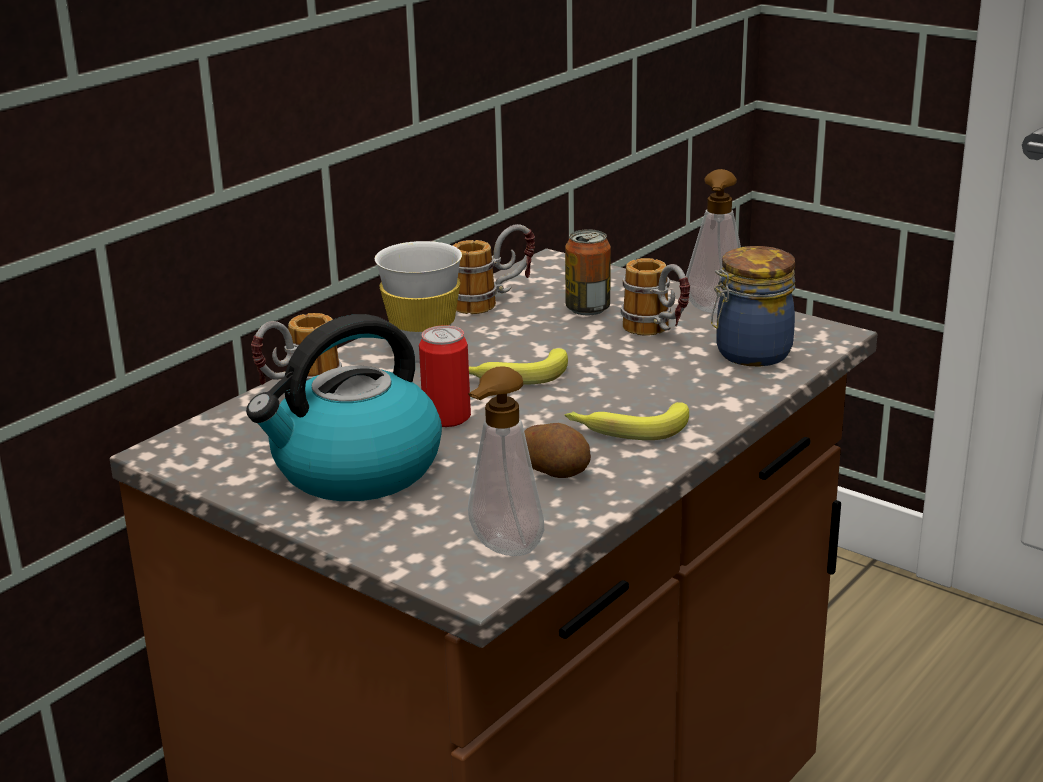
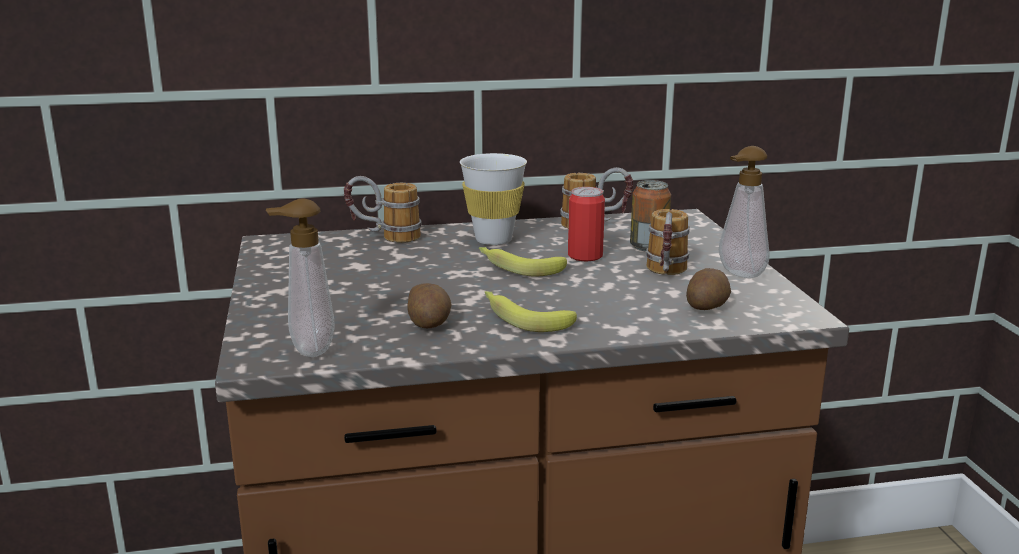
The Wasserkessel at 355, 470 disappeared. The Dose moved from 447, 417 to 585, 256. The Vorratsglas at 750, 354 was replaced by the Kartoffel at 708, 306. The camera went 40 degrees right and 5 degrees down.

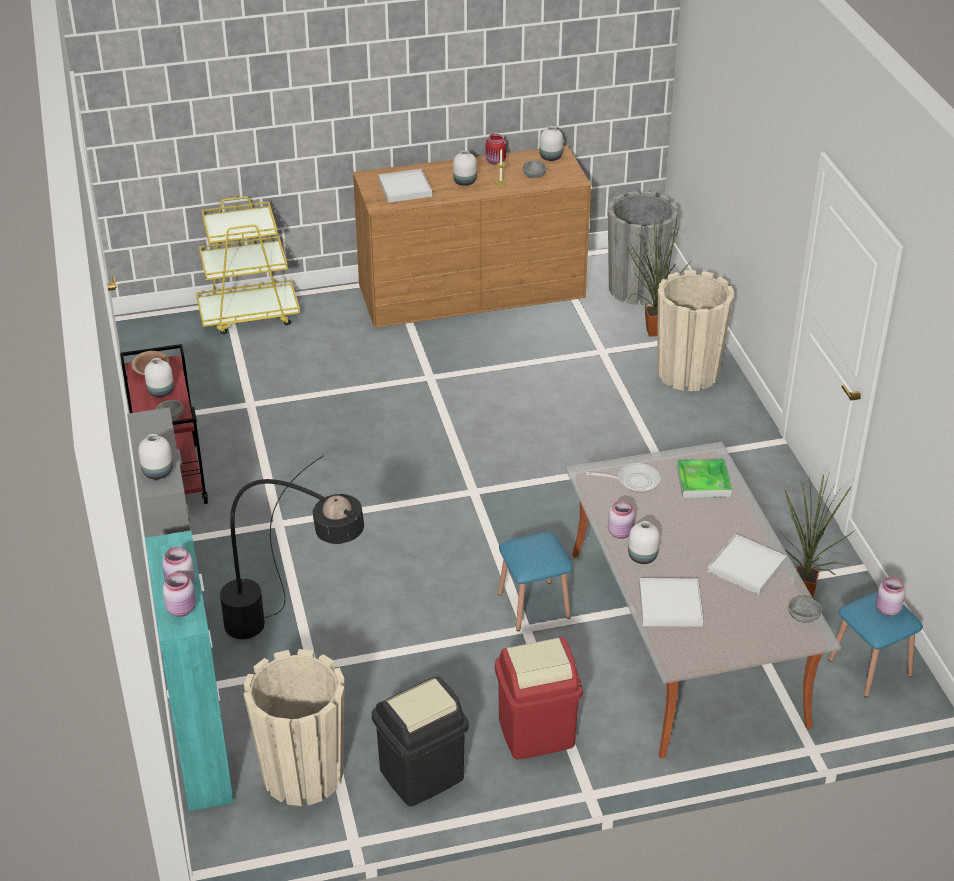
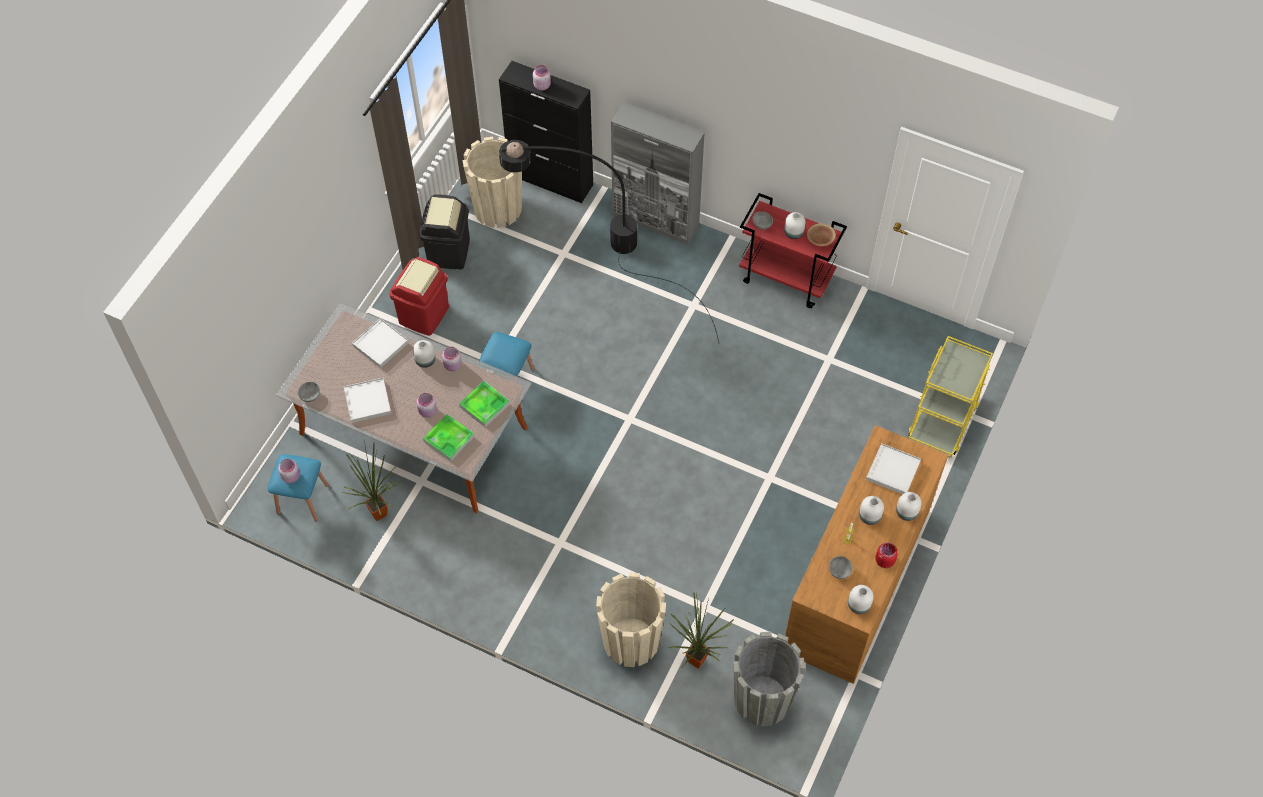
The Vase (weiß) moved from 158, 472 to 906, 513. The Schrank (türkis) at 203, 752 became the Schrank (schwarz) at 551, 180. The Vorratsglas (rosa) moved from 182, 609 to 427, 411. The Pfanne at 634, 481 was replaced by the Tablett at 484, 405. The camera went 130 degrees right and 20 degrees up.

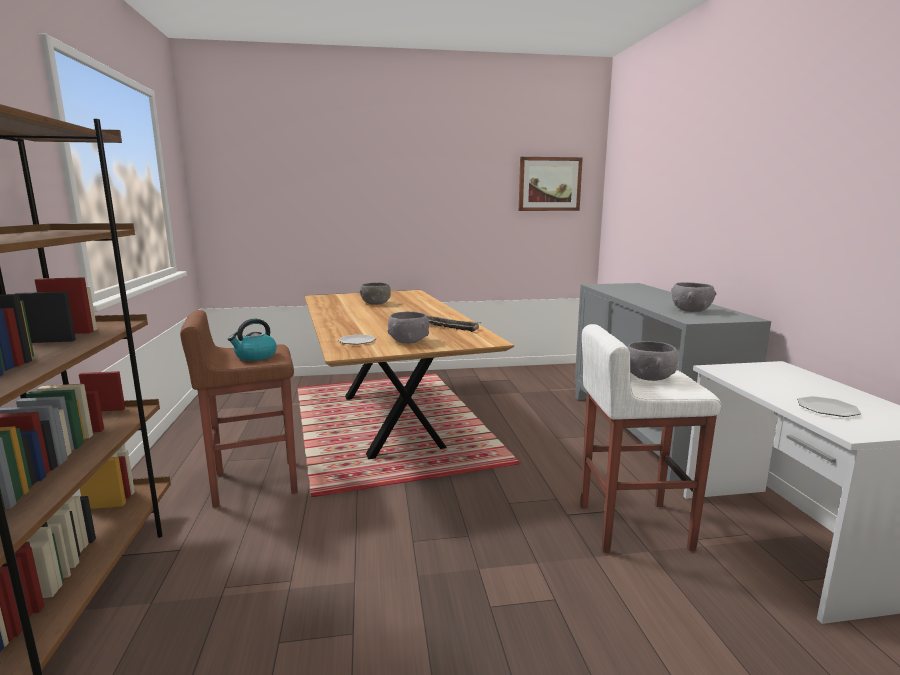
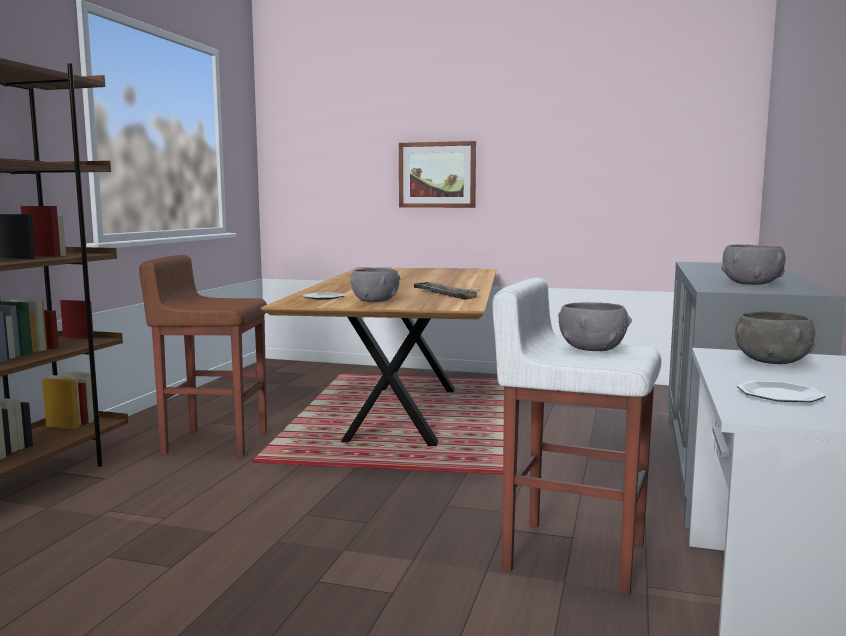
The Wasserkessel at 255, 356 disappeared. The Schüssel (grau) moved from 375, 303 to 771, 361. The Bild moved from 549, 184 to 437, 175. The camera went 25 degrees right and 5 degrees down.

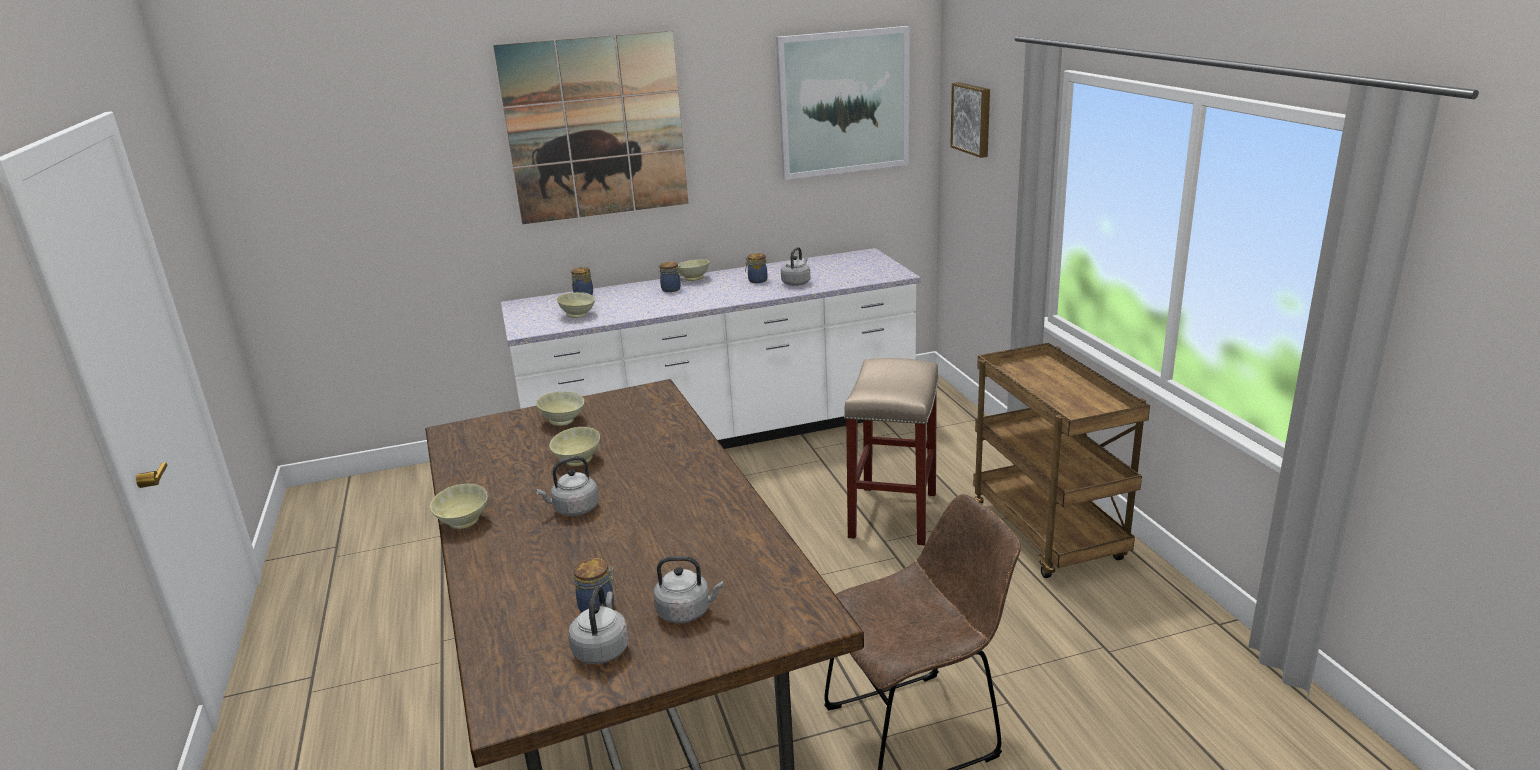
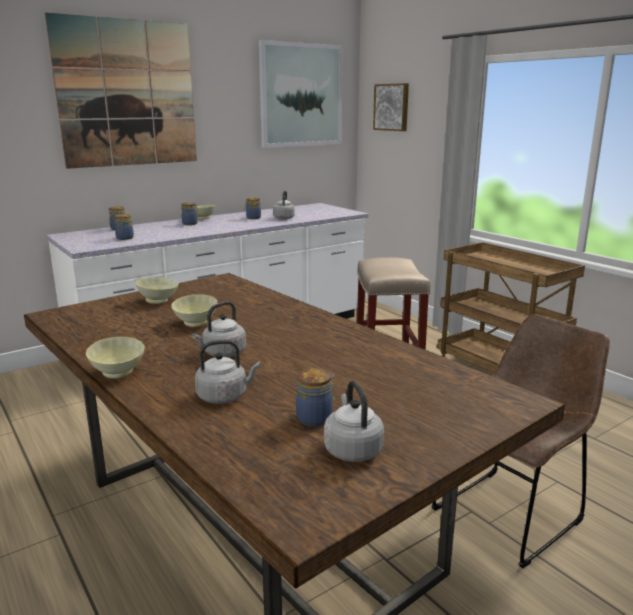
The Schüssel (beige) at 578, 315 was replaced by the Vorratsglas at 124, 238. The Wasserkessel (grau) moved from 687, 612 to 225, 396. The camera went 20 degrees left and 5 degrees down.

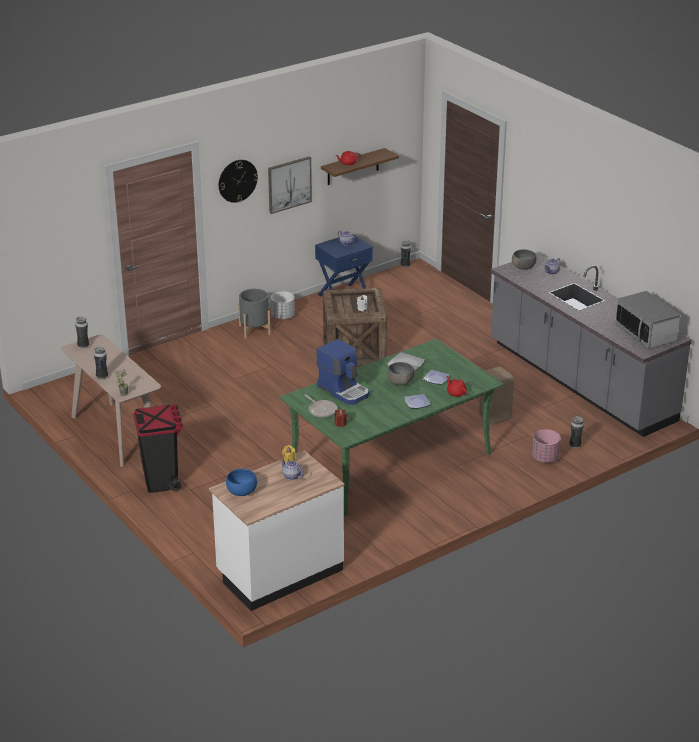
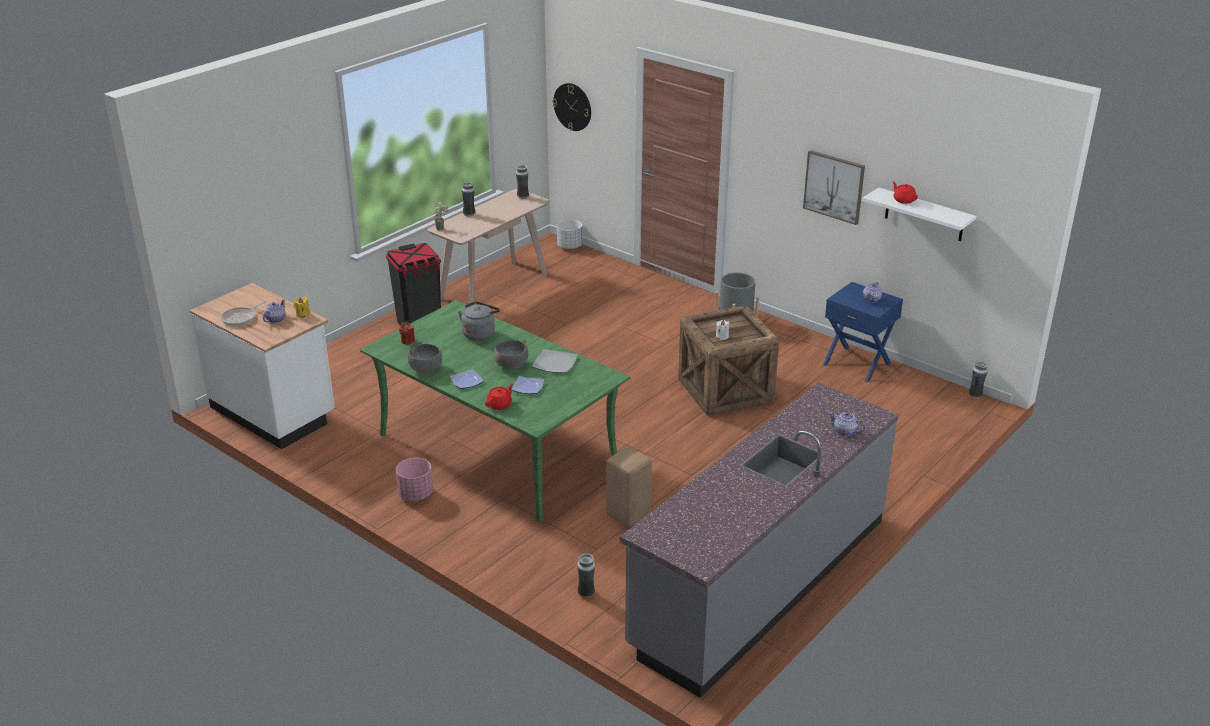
The Wanduhr moved from 237, 180 to 572, 107. The Schüssel (blau) at 242, 491 disappeared. The Pflanzkübel (weiß) moved from 282, 316 to 569, 246. The Pfanne moved from 321, 410 to 240, 318. The Kaffeemaschine at 344, 390 was replaced by the Wasserkessel (grau) at 479, 333. The Wandregal (braun) at 353, 167 became the Wandregal (weiß) at 924, 215. The Schüssel (grau) moved from 523, 267 to 426, 369. The Pflanzkübel (rosa) moved from 545, 458 to 415, 494. The Mikrowelle at 646, 334 disappeared. The camera went 75 degrees right and 0 degrees up.

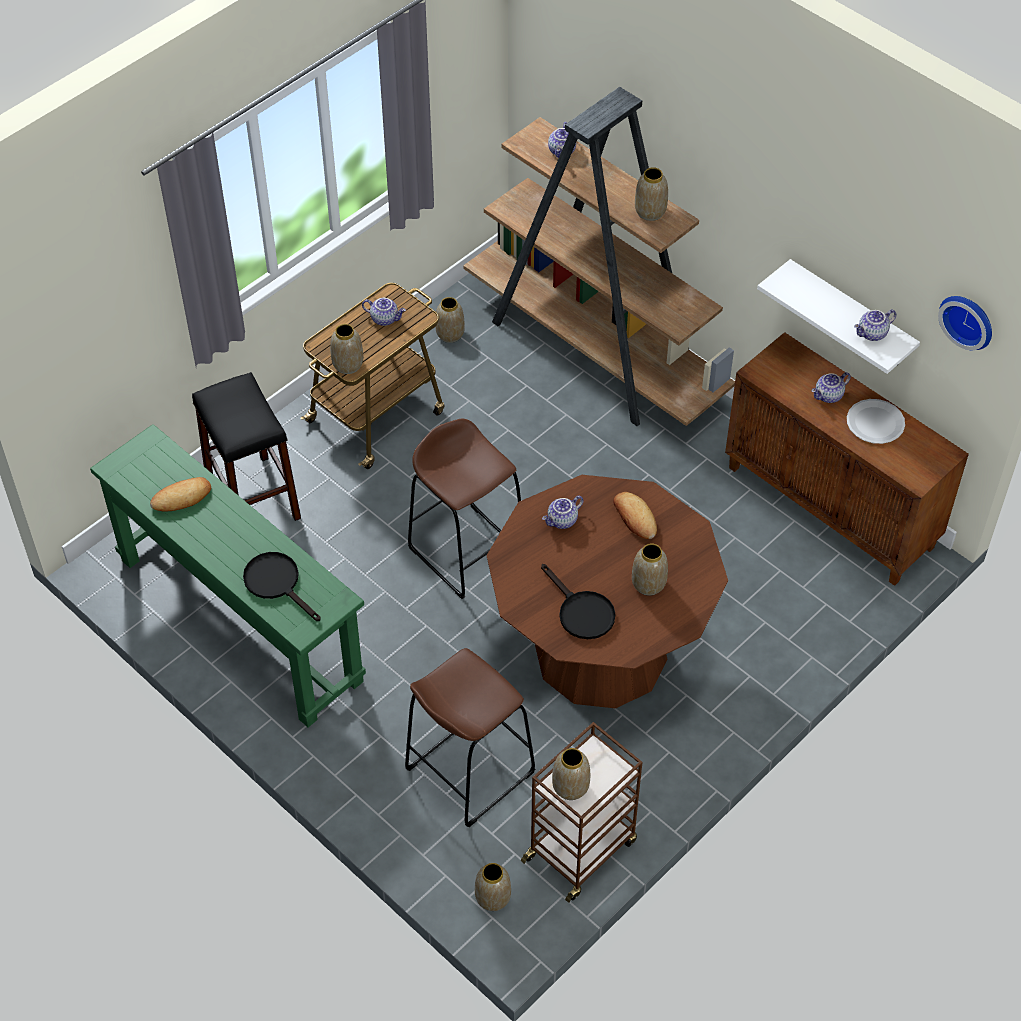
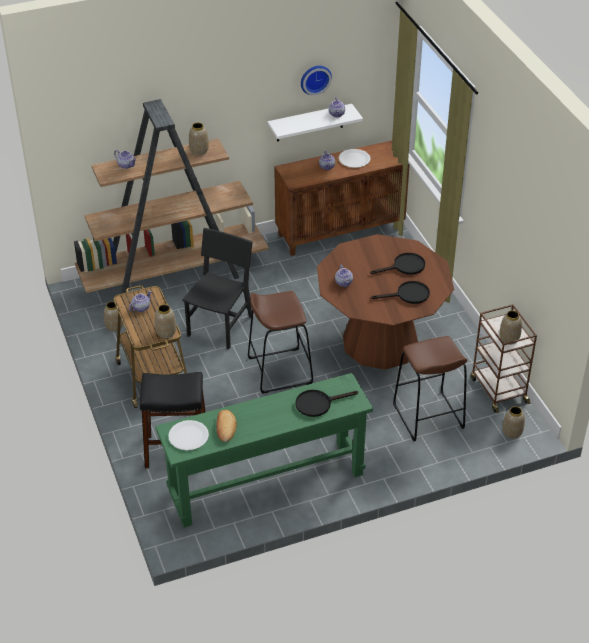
The Brot at 635, 518 disappeared. The Vase at 648, 584 was replaced by the Pfanne (schwarz) at 404, 267. The Wanduhr moved from 968, 320 to 315, 78. The Teller (weiß) at 188, 436 appeared. The Stuhl (schwarz) at 220, 326 appeared. The camera went 65 degrees left and 10 degrees down.

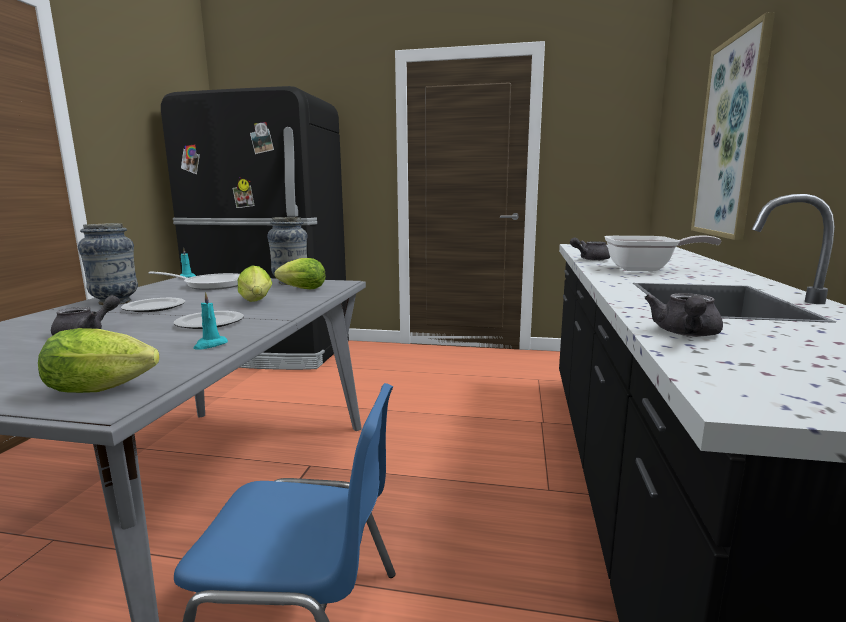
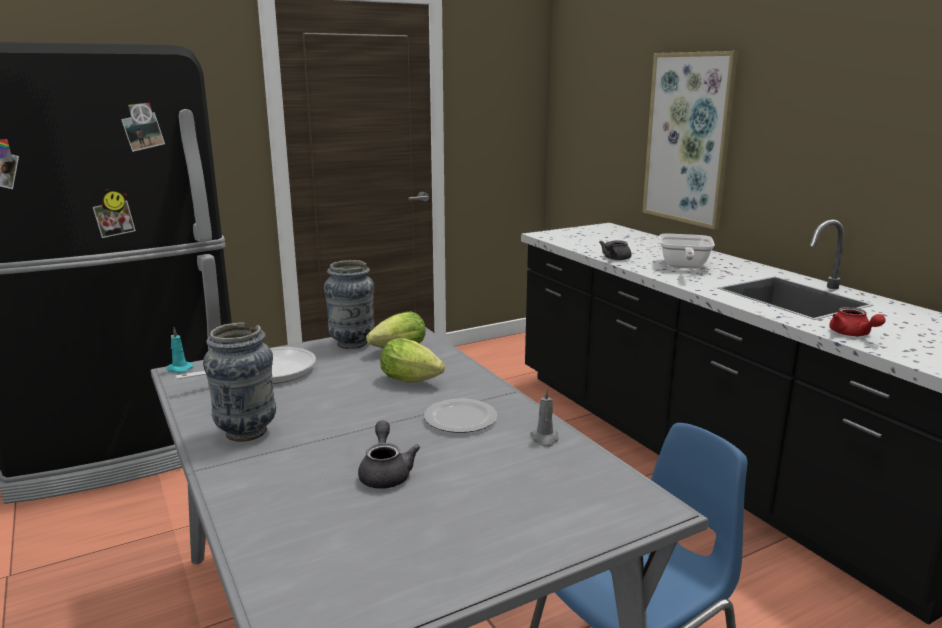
The Salatkopf at 108, 389 disappeared. The Teller at 153, 307 disappeared. The Kerze (türkis) at 210, 345 became the Kerze (grau) at 545, 439. The Pfanne at 646, 269 turned 135 degrees clockwise. The Teekanne (grau) at 685, 334 became the Teekanne (rot) at 852, 334. The camera went 40 degrees left and 5 degrees up.

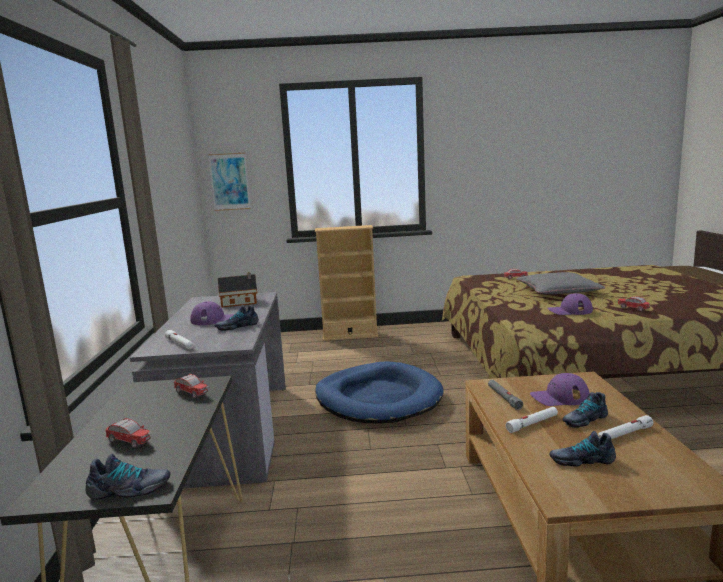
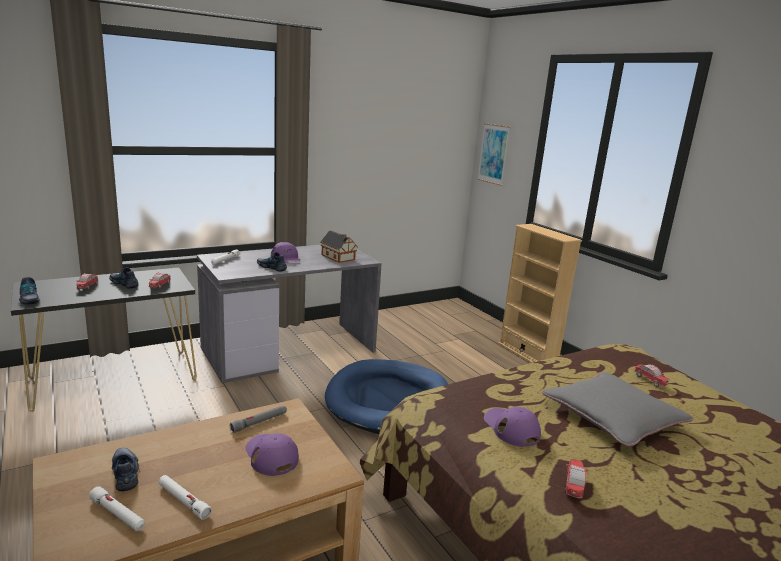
The Taschenlampe (weiß) moved from 532, 423 to 118, 514. The Schuh moved from 584, 419 to 124, 283. The camera went 60 degrees right and 5 degrees up.

